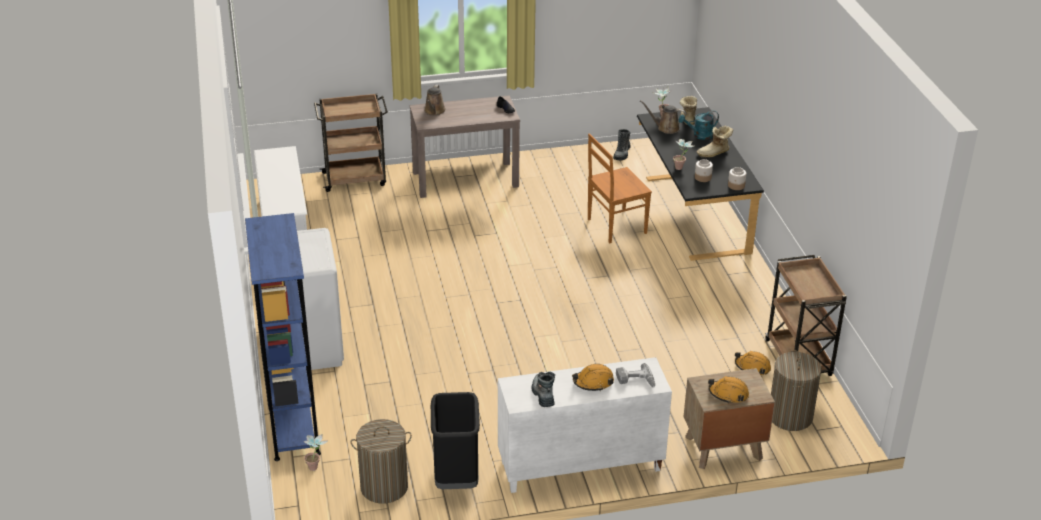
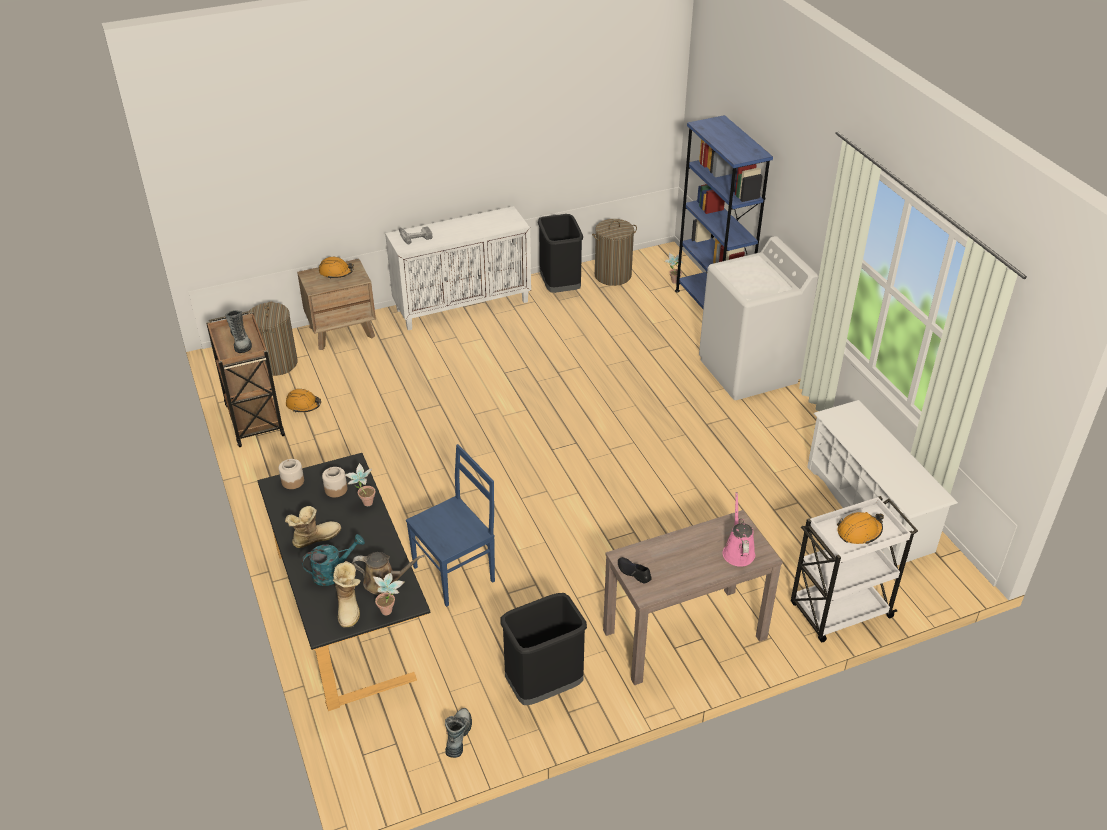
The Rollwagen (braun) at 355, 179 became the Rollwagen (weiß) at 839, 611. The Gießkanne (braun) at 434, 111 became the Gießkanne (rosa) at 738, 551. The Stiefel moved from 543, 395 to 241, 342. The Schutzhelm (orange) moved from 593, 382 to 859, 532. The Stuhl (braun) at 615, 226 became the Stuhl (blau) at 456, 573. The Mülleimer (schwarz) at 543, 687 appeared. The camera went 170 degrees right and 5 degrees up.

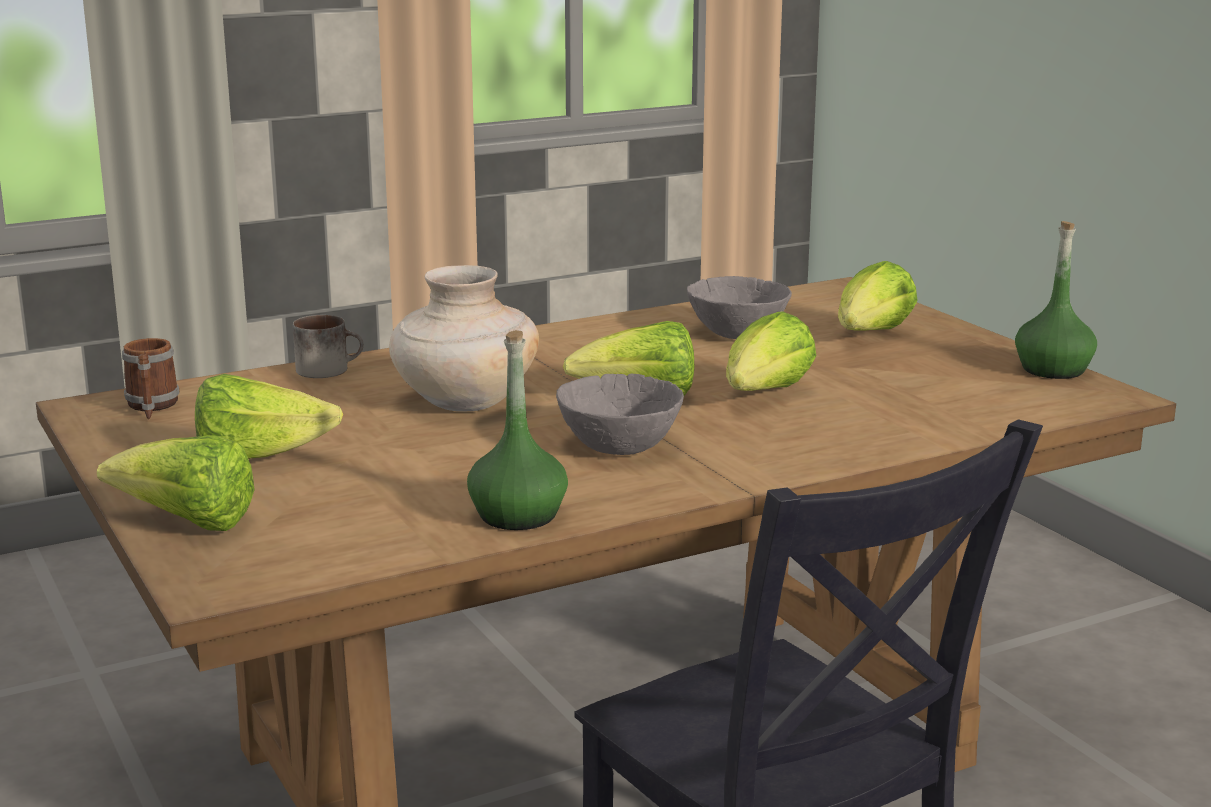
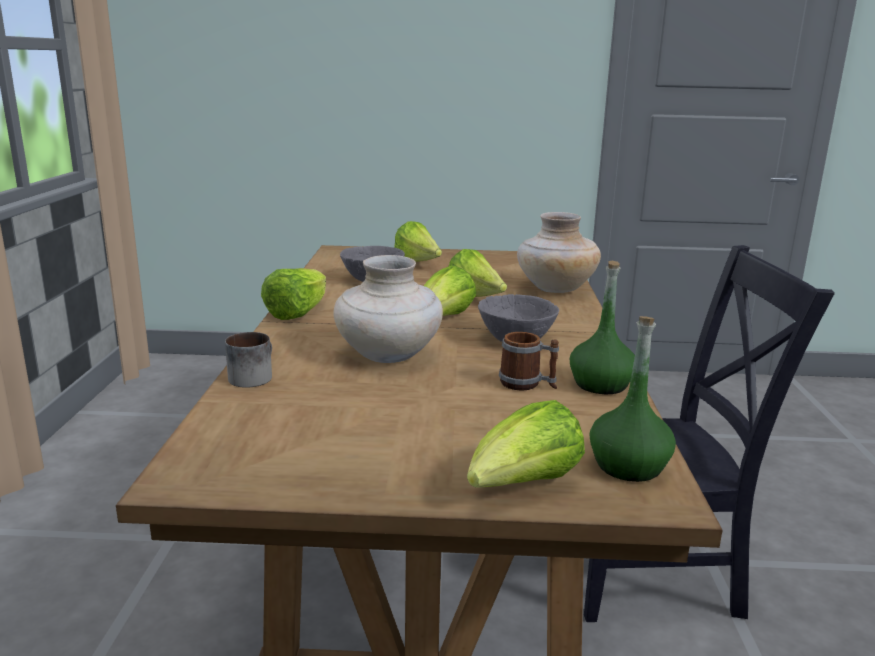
The Henkelbecher moved from 152, 407 to 527, 384. The Salatkopf moved from 259, 458 to 297, 313. The Flasche (grün) moved from 1053, 370 to 628, 466. The Vase (beige) at 555, 289 appeared. The camera went 60 degrees left and 0 degrees up.

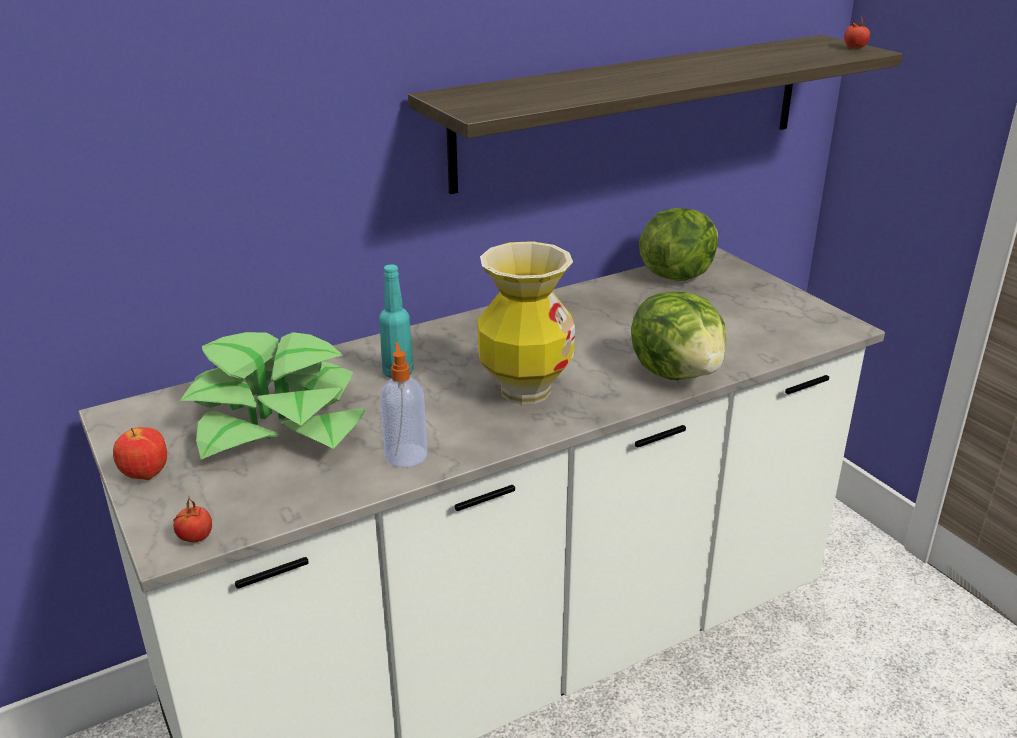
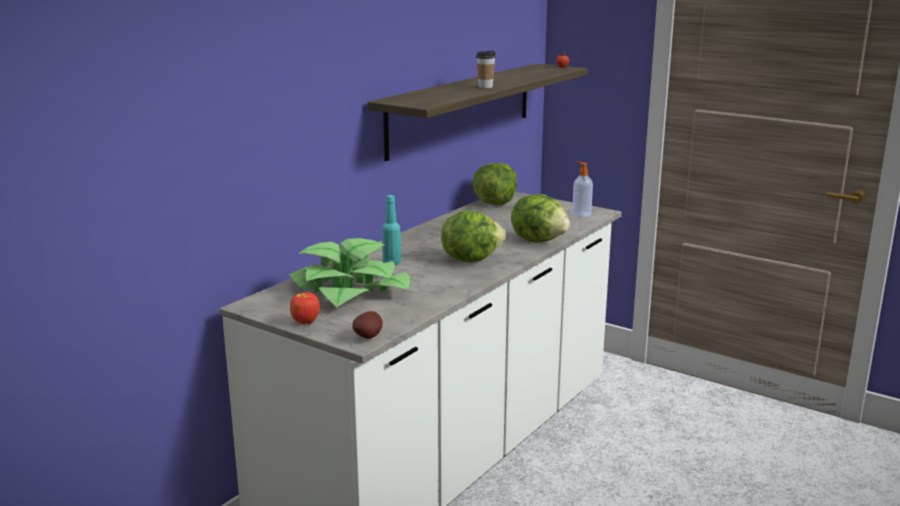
The Tomate at 195, 538 was replaced by the Kartoffel at 369, 337. The Seifenspender moved from 405, 454 to 581, 214. The Vase at 525, 391 was replaced by the Salatkopf at 470, 259. The Tasse at 485, 87 appeared. The camera went 25 degrees left and 10 degrees down.

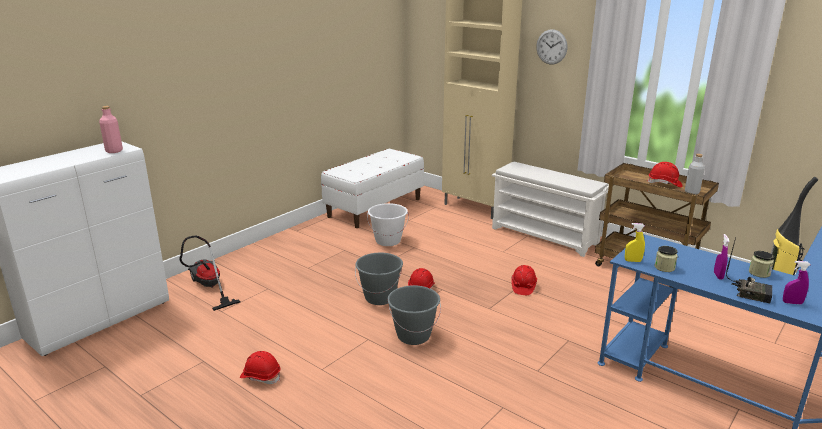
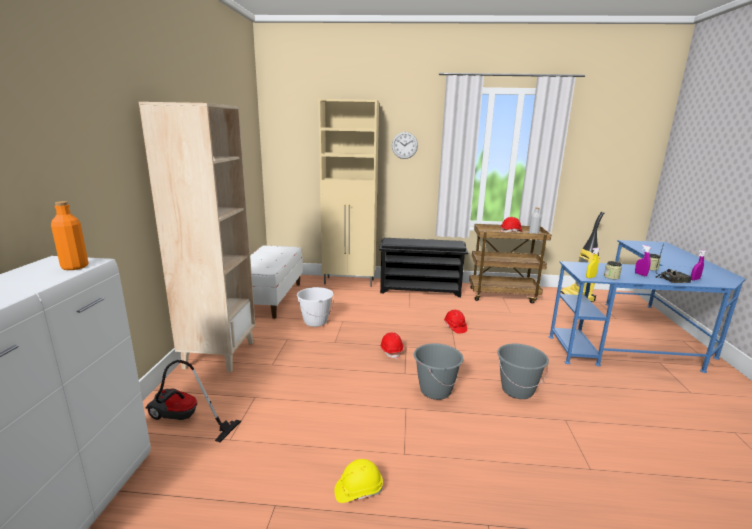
The Flasche (rosa) at 114, 151 became the Flasche (orange) at 75, 267. The Schutzhelm (rot) at 261, 376 became the Schutzhelm (gelb) at 358, 490. The Eimer (grau) moved from 380, 297 to 517, 390. The Schuhregal (weiß) at 545, 236 became the Schuhregal (schwarz) at 421, 290. The Bücherregal (beige) at 219, 354 appeared. The camera went 35 degrees left and 5 degrees down.

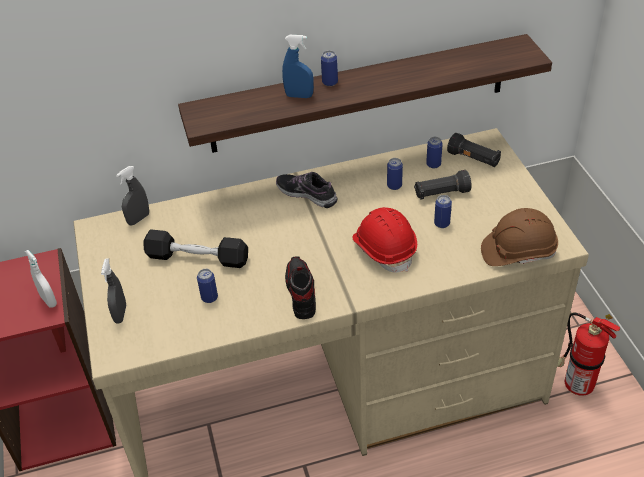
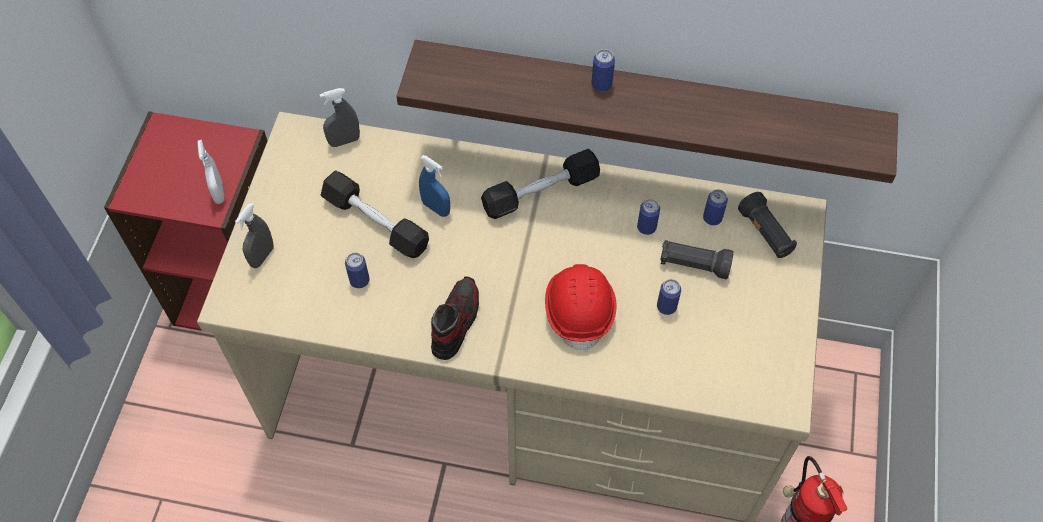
The Schuh at 307, 194 was replaced by the Hantel (schwarz) at 541, 192. The Sprühflasche (blau) moved from 299, 96 to 436, 208. The Schutzhelm (braun) at 518, 251 disappeared. The camera went 25 degrees right and 15 degrees up.

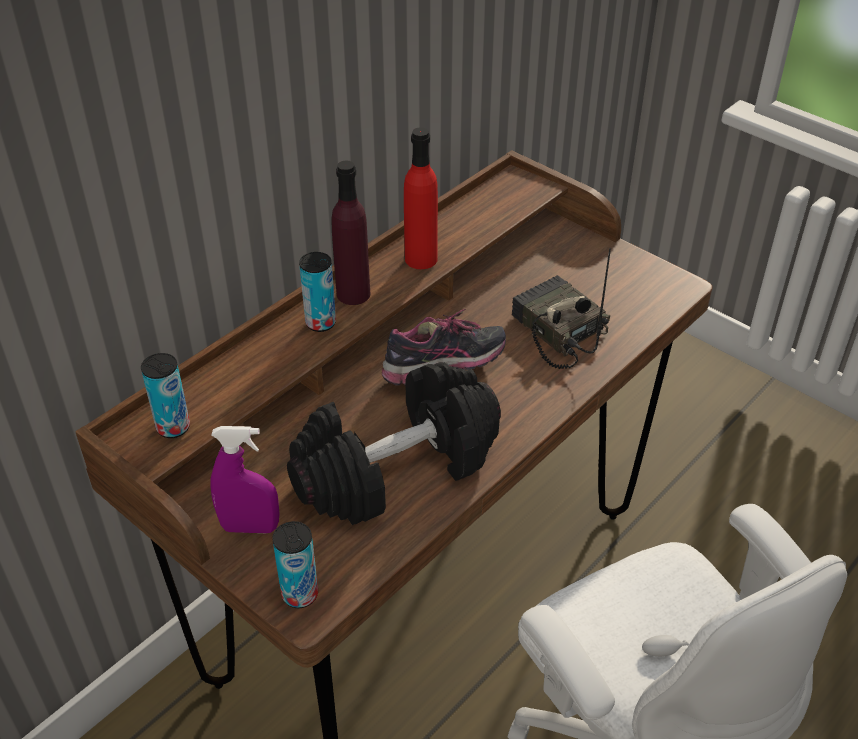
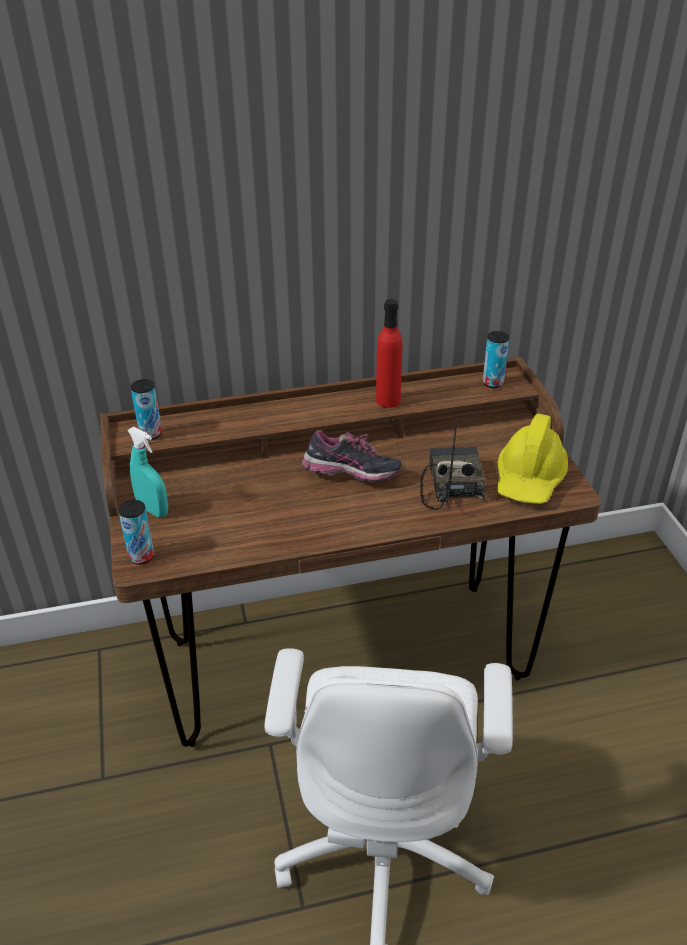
The Sprühflasche (lila) at 250, 527 became the Sprühflasche (türkis) at 153, 510. The Hantel (schwarz) at 397, 468 disappeared. The Dose moved from 320, 323 to 493, 383. The Flasche (lila) at 353, 294 disappeared. The Schutzhelm (gelb) at 529, 478 appeared. The camera went 35 degrees right and 5 degrees down.

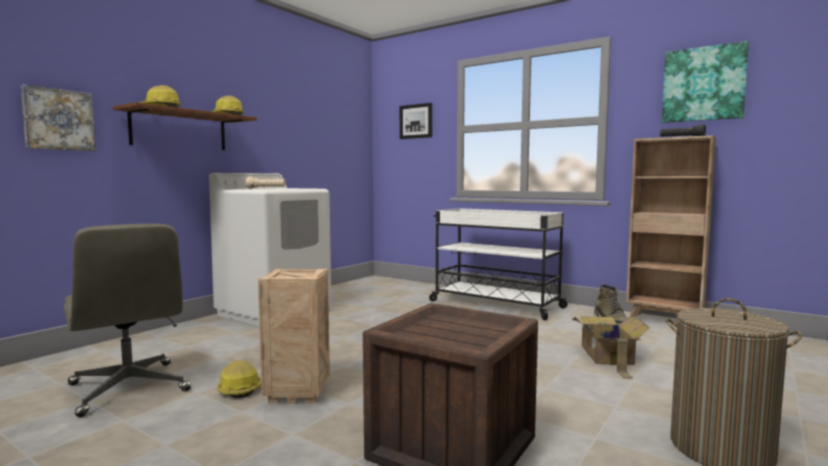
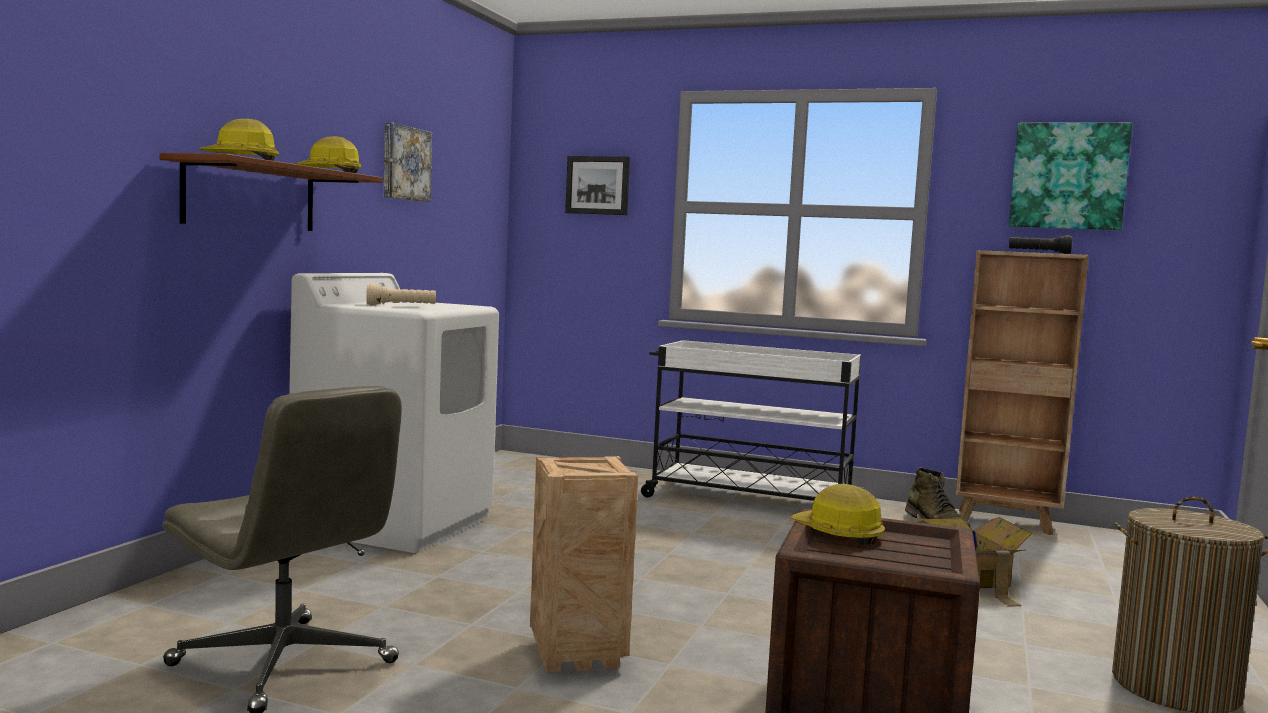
The Bild moved from 58, 119 to 404, 163. The Schutzhelm moved from 238, 389 to 837, 534. The camera went 15 degrees left and 0 degrees up.

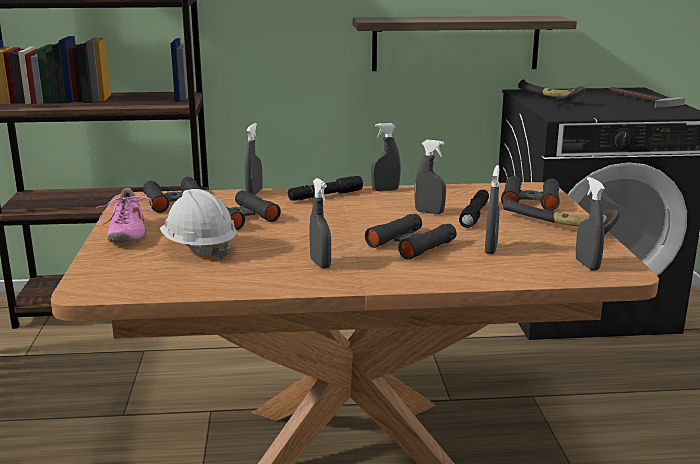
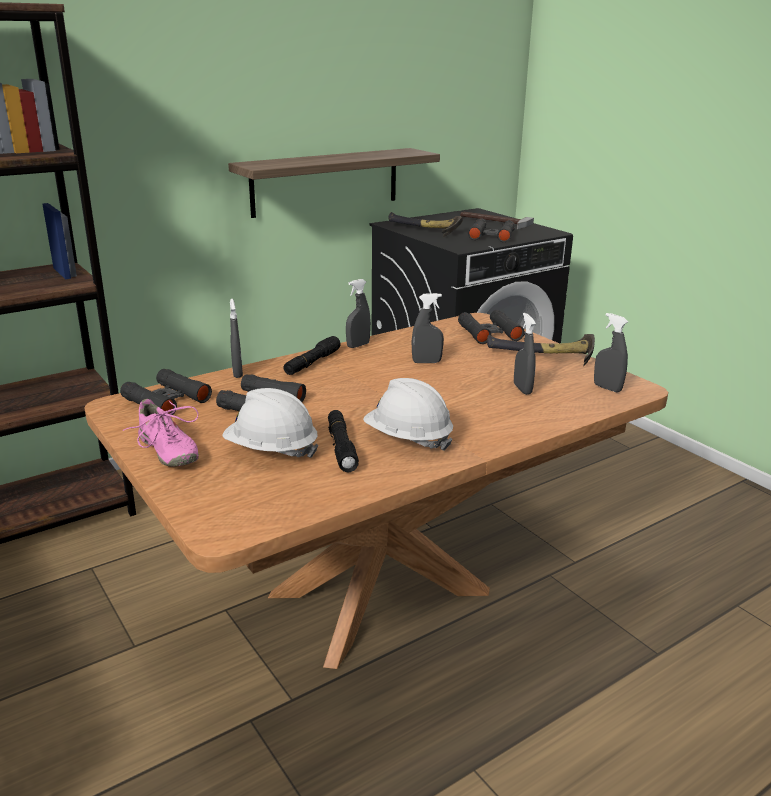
The Sprühflasche (grau) at 320, 264 was replaced by the Schutzhelm (weiß) at 408, 439. The Fernglas (schwarz) moved from 410, 244 to 491, 236. The Taschenlampe (schwarz) moved from 475, 215 to 341, 447. The camera went 30 degrees left and 5 degrees up.

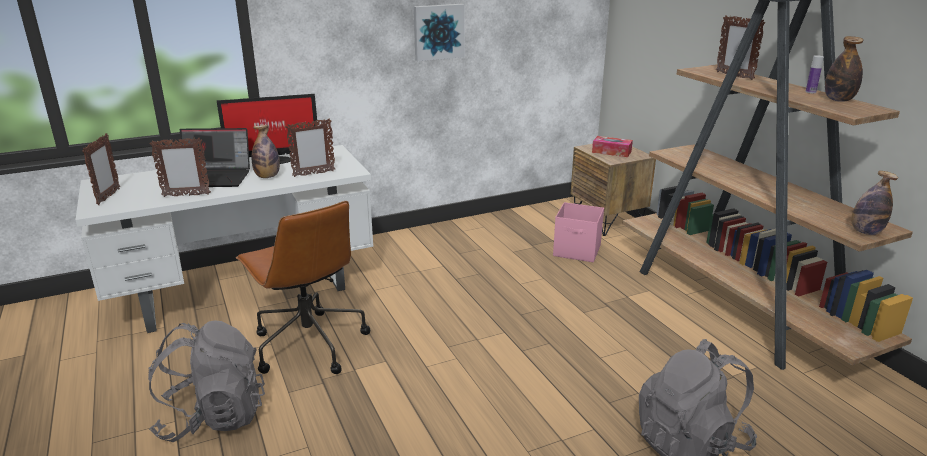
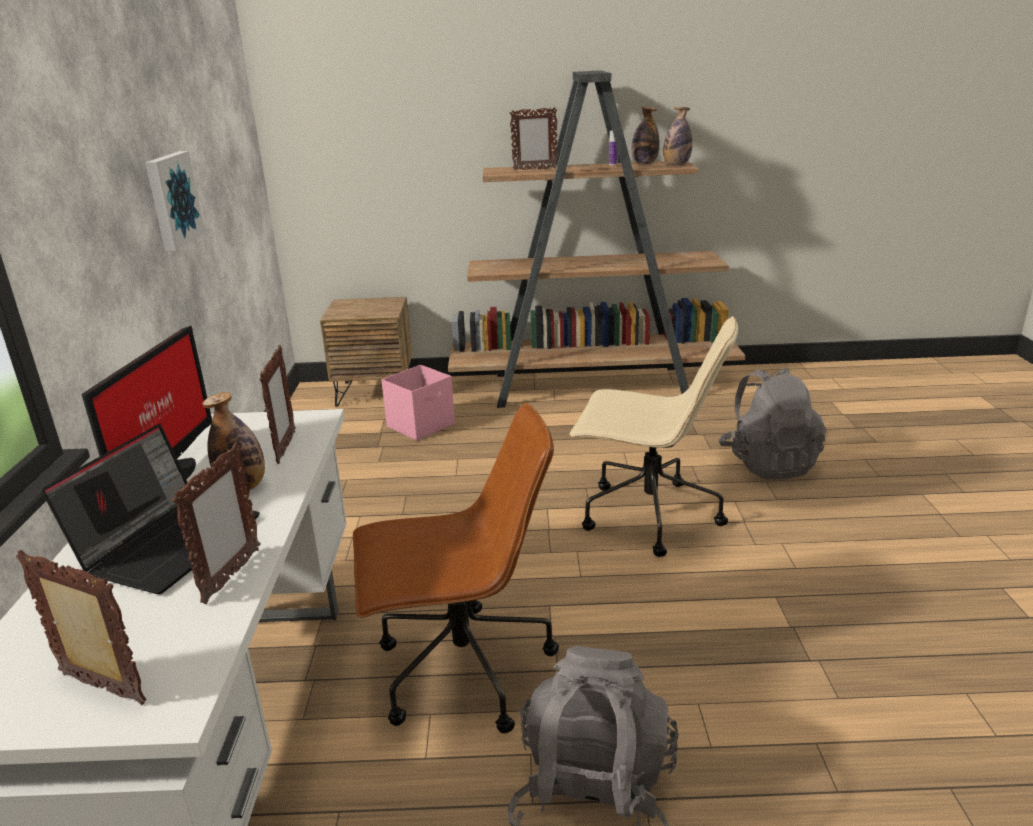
The Taschentuchbox at 611, 152 disappeared. The Flasche moved from 865, 232 to 676, 165. The Bürostuhl (beige) at 647, 516 appeared. The camera went 65 degrees left and 0 degrees up.

